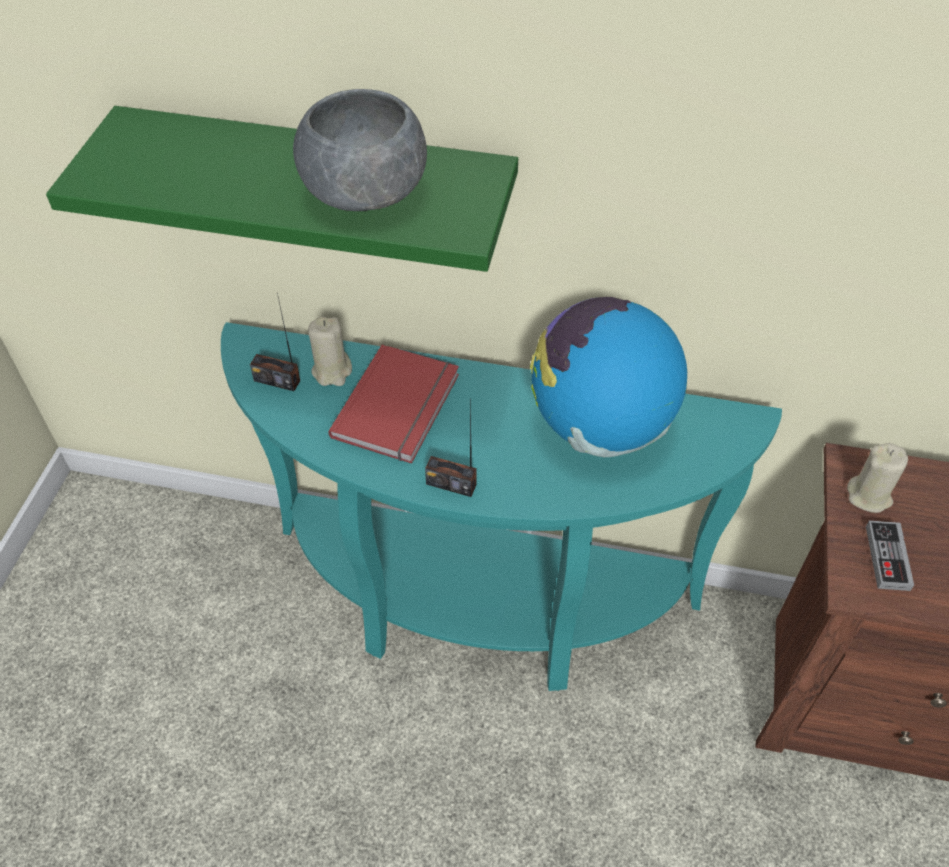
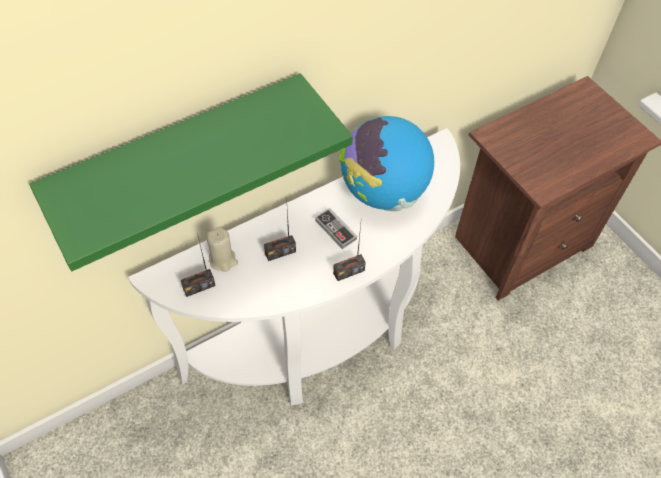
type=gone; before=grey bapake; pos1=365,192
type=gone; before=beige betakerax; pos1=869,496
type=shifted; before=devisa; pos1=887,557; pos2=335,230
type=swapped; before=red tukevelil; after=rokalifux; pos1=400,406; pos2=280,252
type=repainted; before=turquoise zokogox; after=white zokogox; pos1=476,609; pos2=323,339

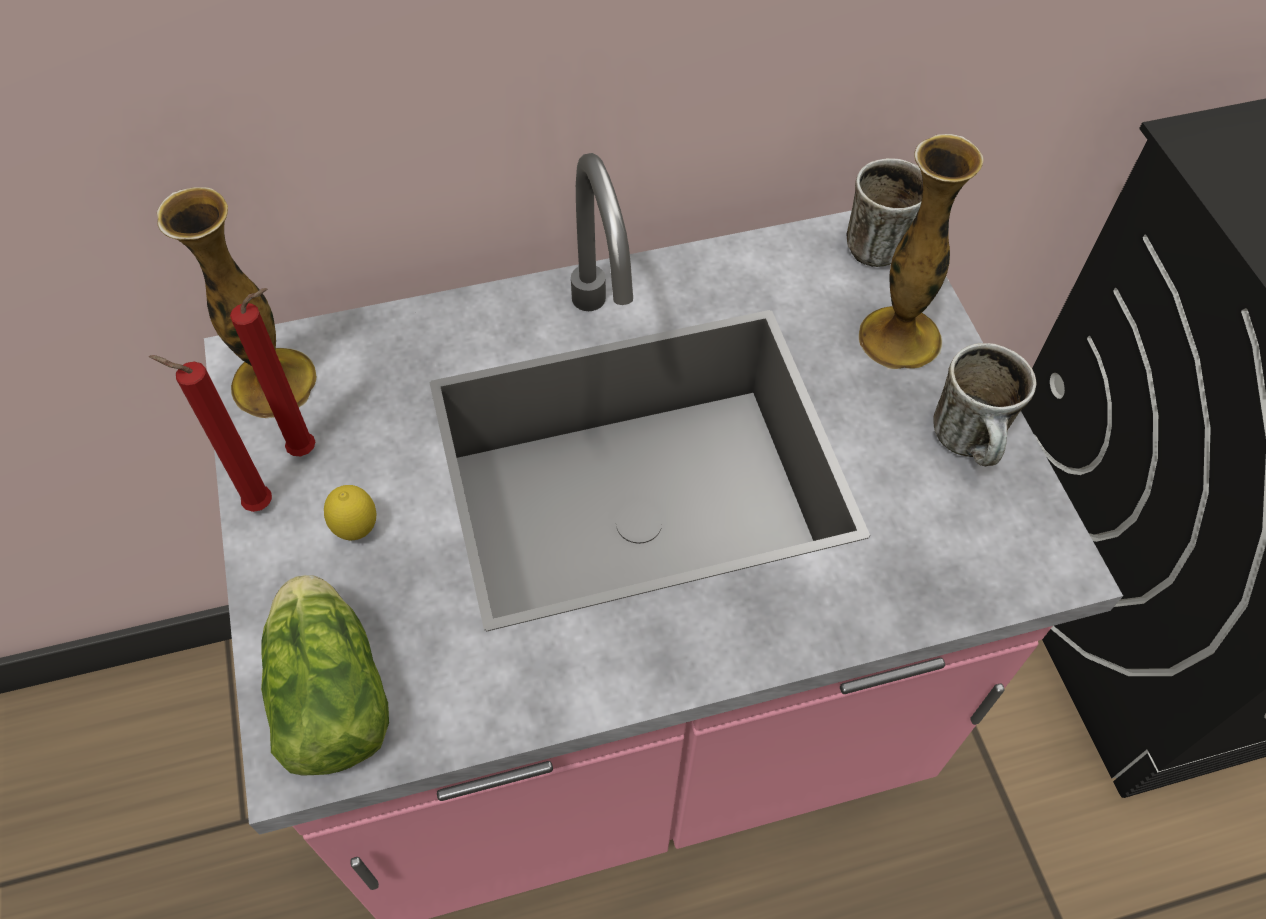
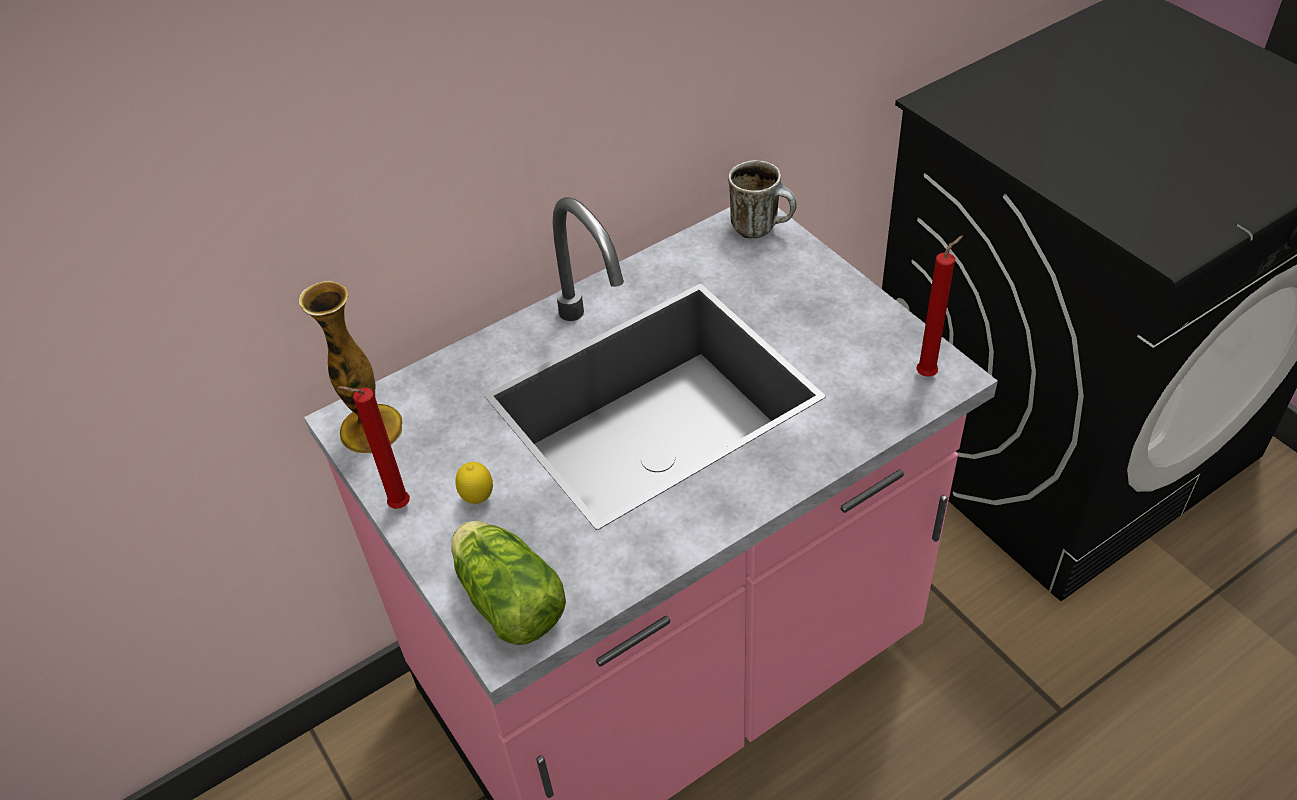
type=gone; before=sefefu; pos1=899,338
type=gone; before=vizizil; pos1=971,445
type=shifted; before=red betakerax; pos1=308,450; pos2=929,373

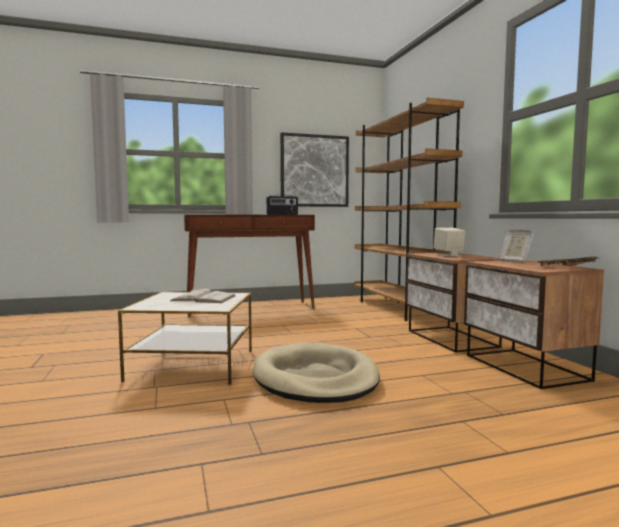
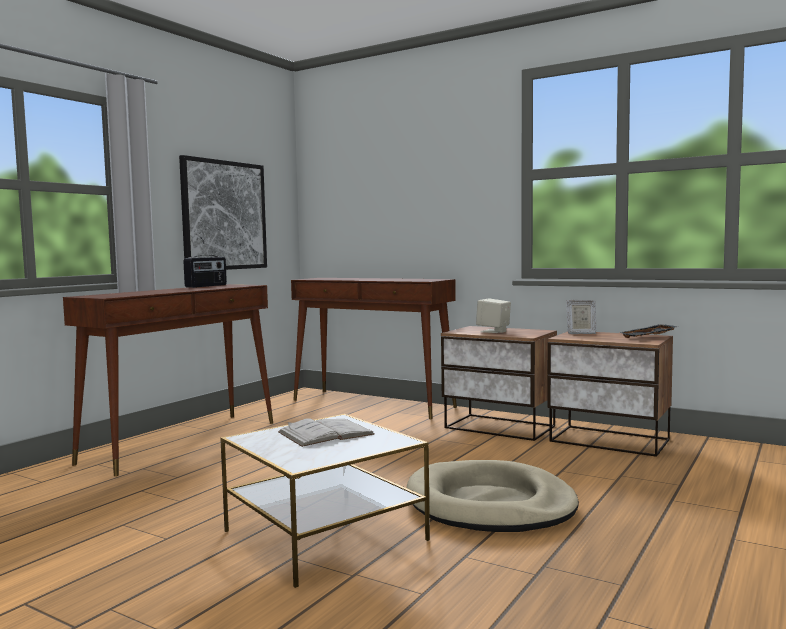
type=swapped; before=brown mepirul; after=brown zokogox; pos1=398,309; pos2=373,404

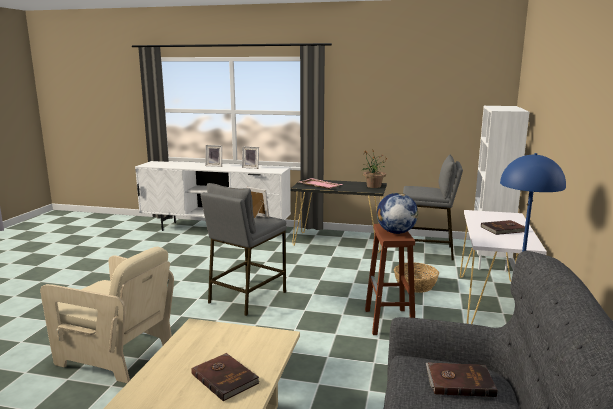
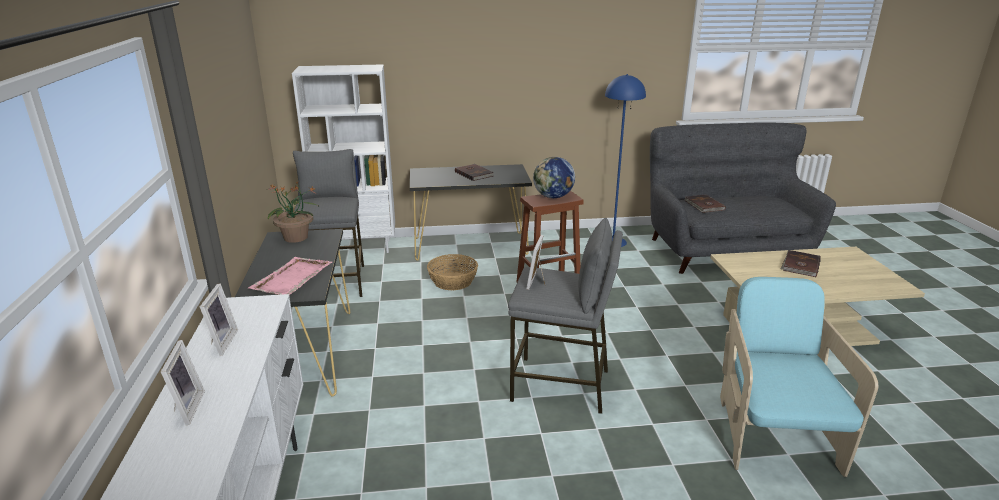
type=repainted; before=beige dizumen; after=turquoise dizumen; pos1=117,355; pos2=773,435
type=repainted; before=white zokogox; after=black zokogox; pos1=492,302; pos2=471,246

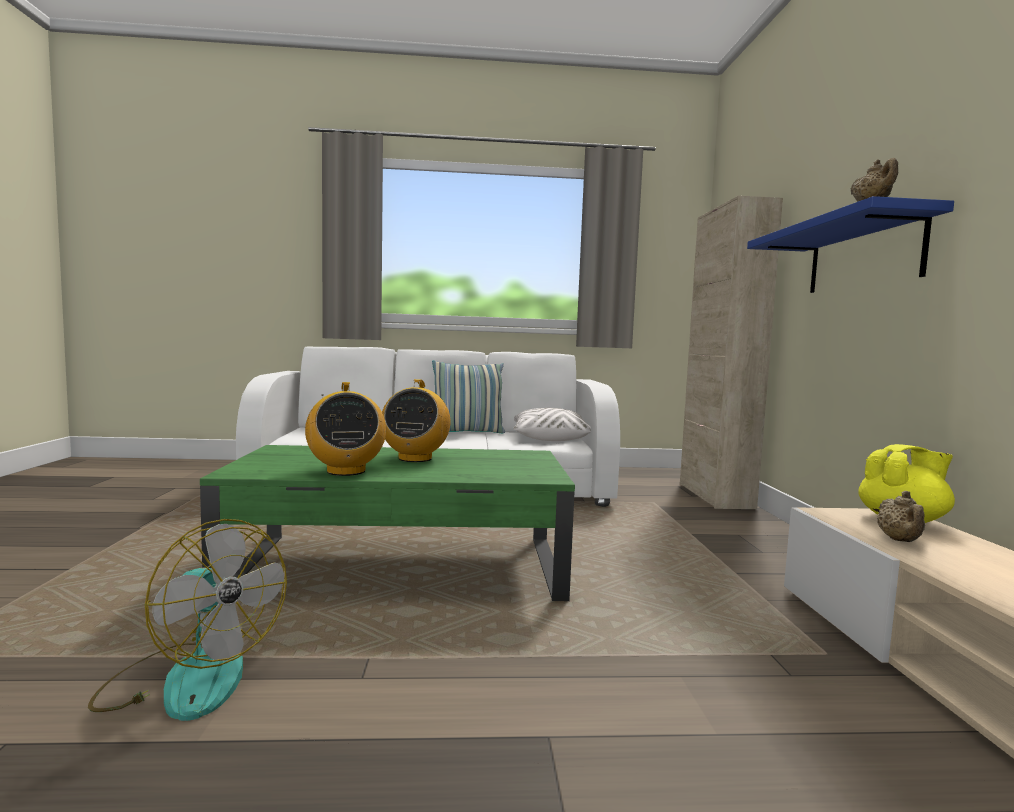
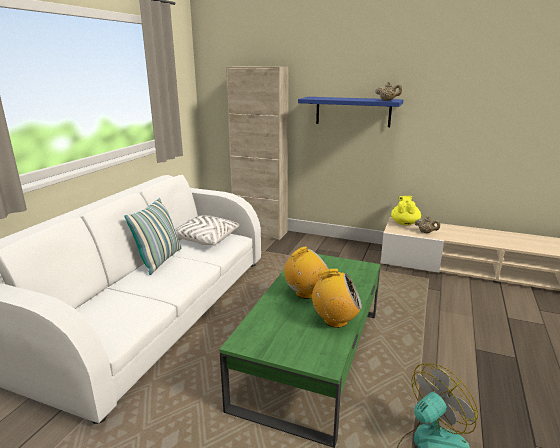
type=rotated; before=rokalifux; pos1=415,458; pos2=306,293; turn=-60

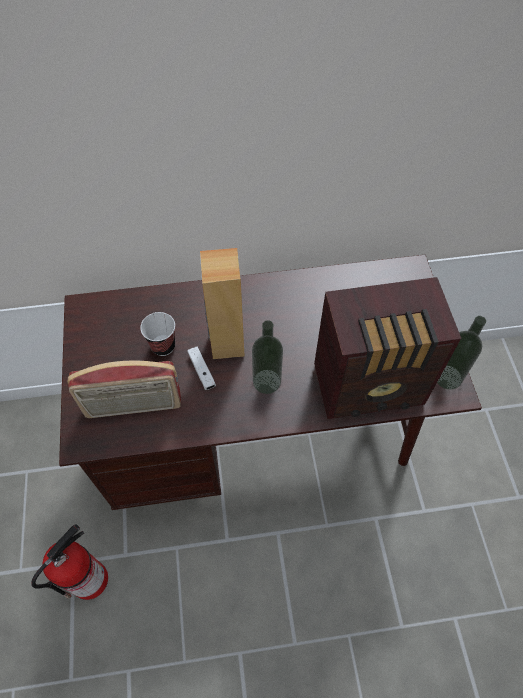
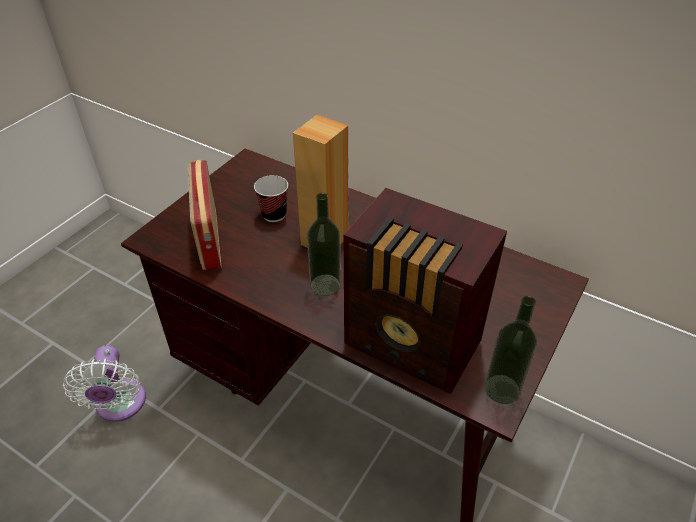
type=gone; before=white devisa; pos1=202,371
type=swapped; before=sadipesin; after=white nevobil; pos1=90,578; pos2=120,405
type=rotated; before=rokalifux; pos1=133,406; pos2=208,239; turn=45

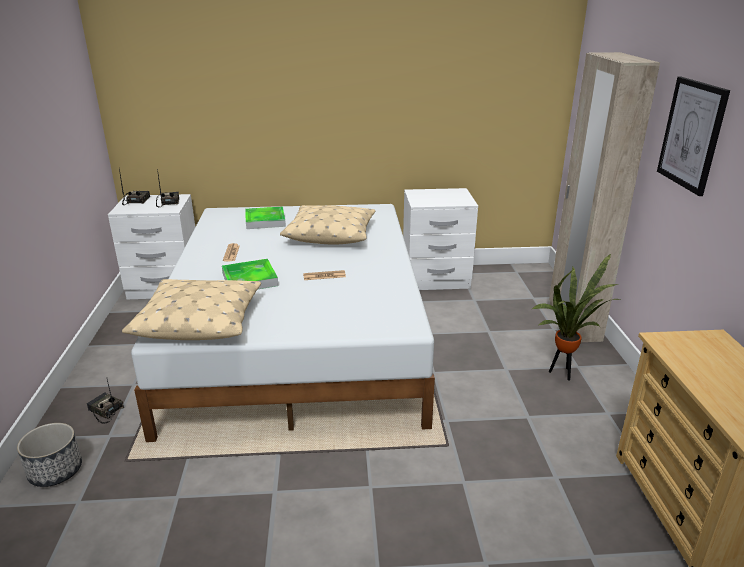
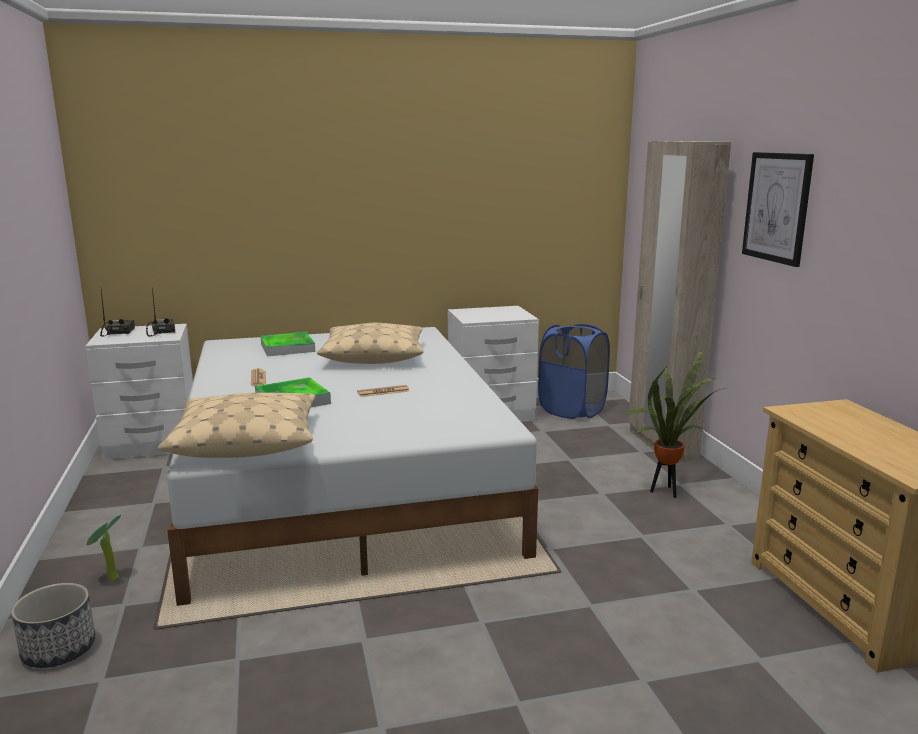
type=new; after=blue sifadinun; pos2=572,410
type=swapped; before=rokalifux; after=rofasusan; pos1=105,411; pos2=109,579

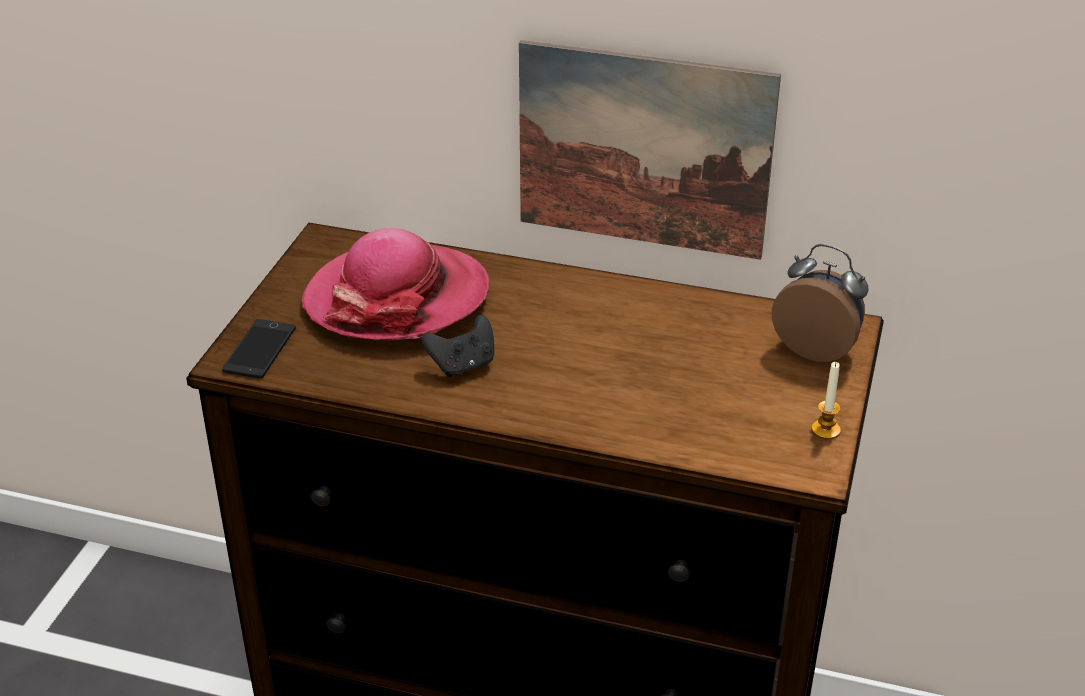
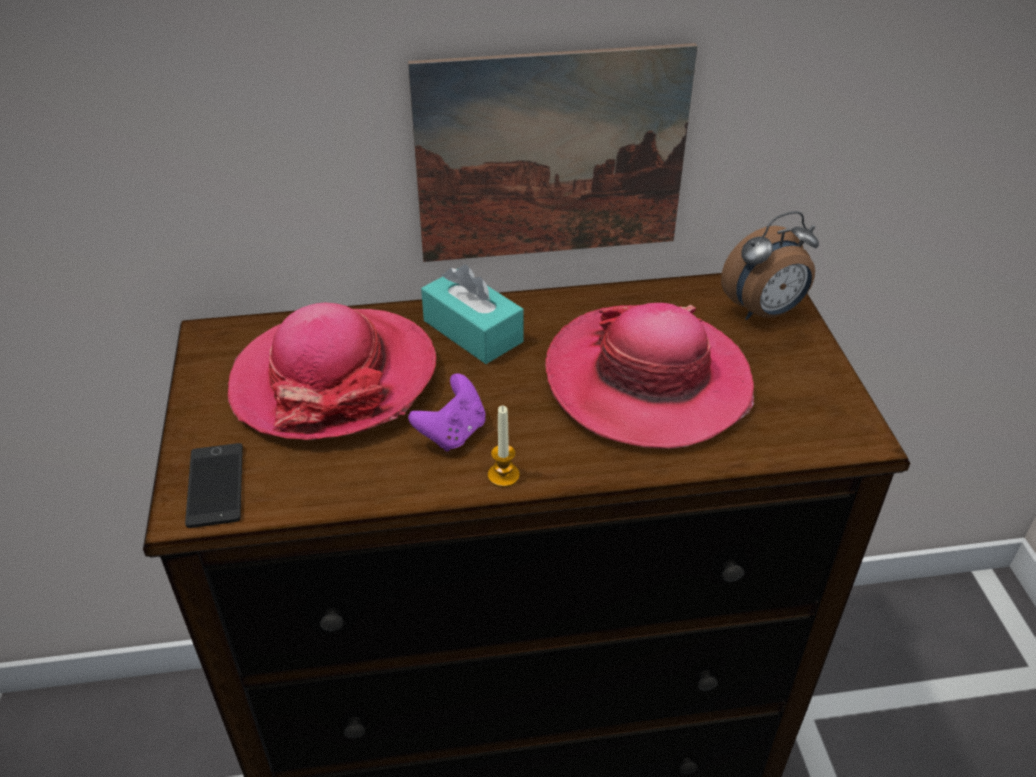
type=new; after=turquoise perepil; pos2=473,331
type=new; after=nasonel; pos2=648,381
type=shifted; before=betakerax; pos1=825,430; pos2=503,475
type=repainted; before=black devisa; after=purple devisa; pos1=463,365; pos2=452,433
type=rotated; before=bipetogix; pos1=817,348; pos2=764,312; turn=150

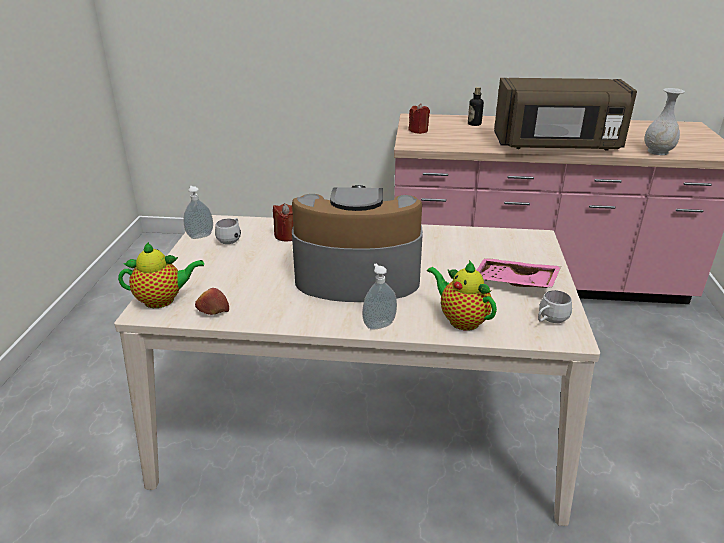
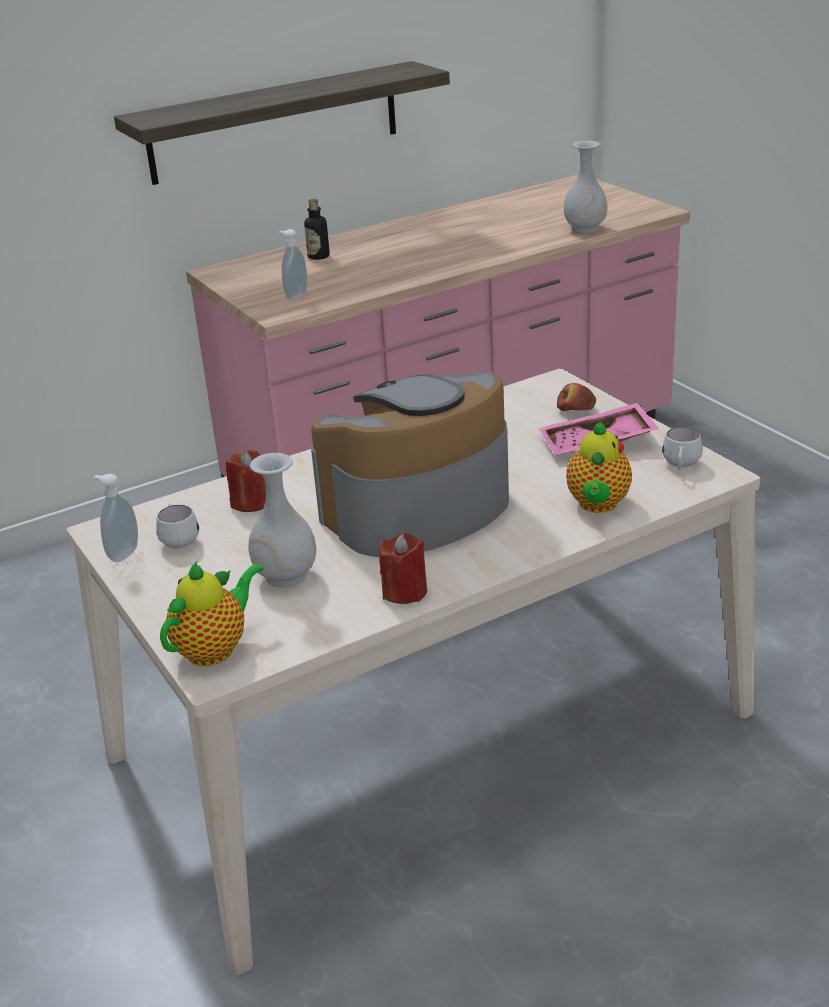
type=gone; before=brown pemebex; pos1=557,145
type=new; after=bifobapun; pos2=275,122
type=new; after=white sefefu; pos2=286,576
type=shifted; before=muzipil; pos1=212,310; pos2=576,409
type=shifted; before=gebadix; pos1=378,324; pos2=295,295
type=shifted; before=red betakerax; pos1=418,131; pos2=405,592
type=rotated; before=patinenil; pos1=461,320; pos2=597,505; turn=-90

